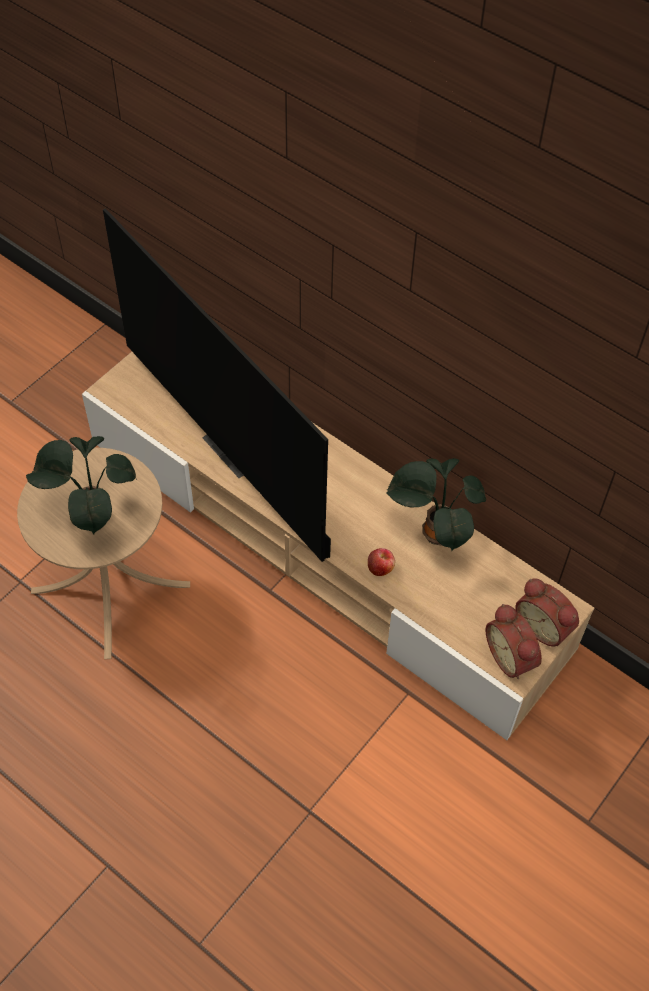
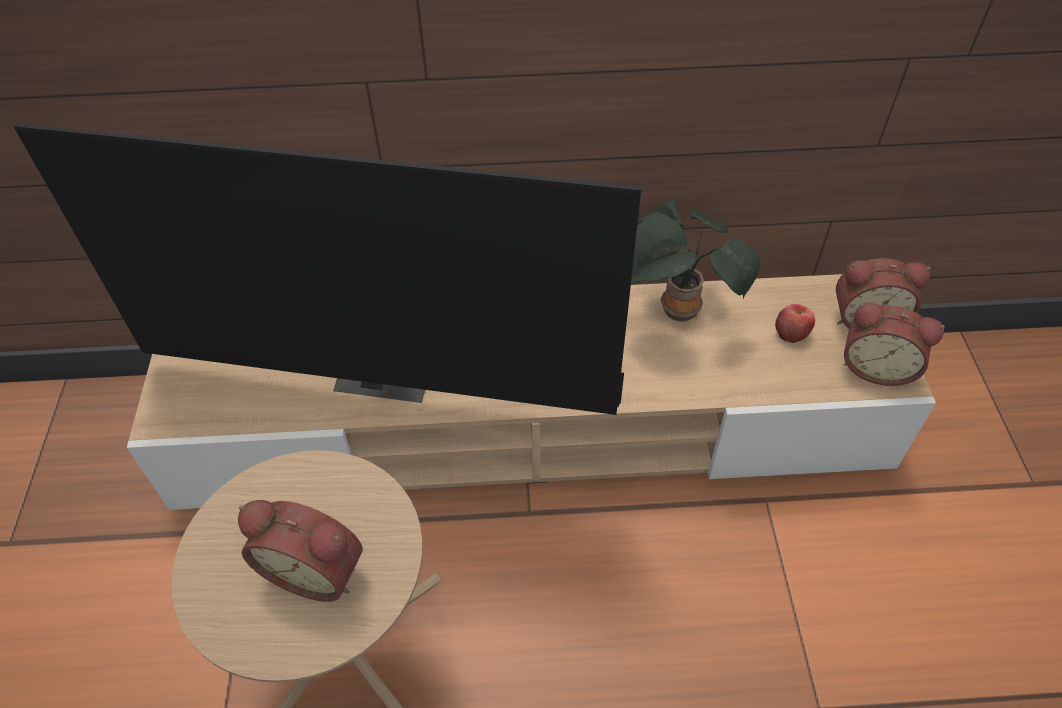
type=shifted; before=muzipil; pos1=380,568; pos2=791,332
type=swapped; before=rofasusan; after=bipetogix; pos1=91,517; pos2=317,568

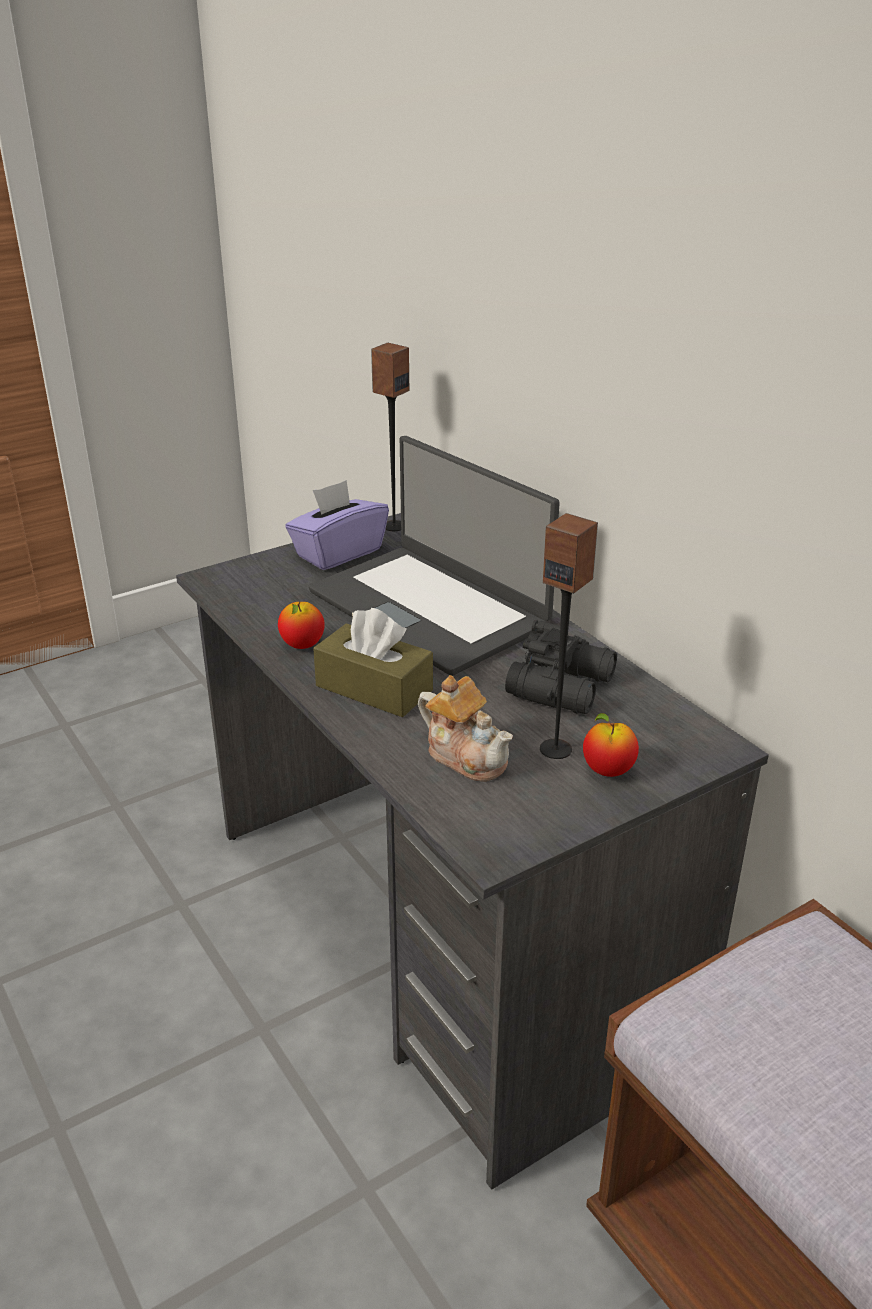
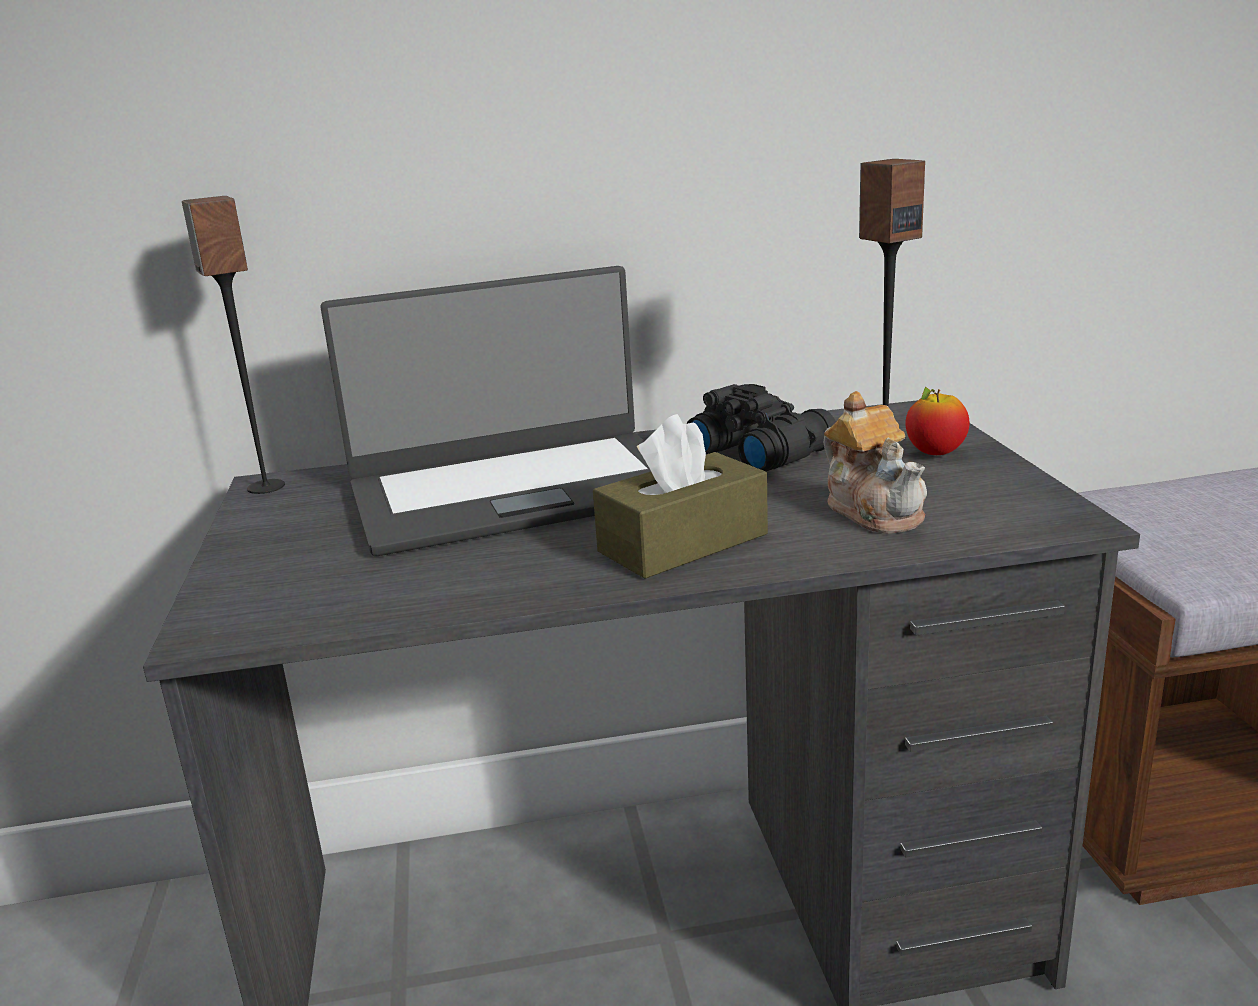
type=gone; before=muzipil; pos1=302,645
type=gone; before=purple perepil; pos1=338,553
type=rotated; before=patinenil; pos1=466,756; pos2=874,510; turn=90

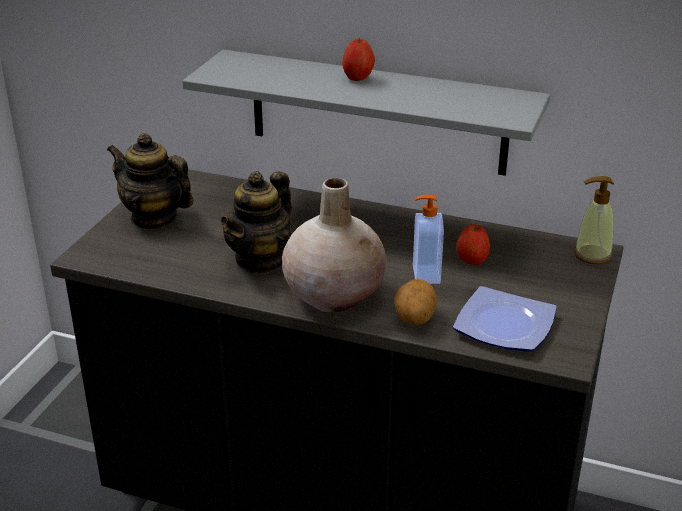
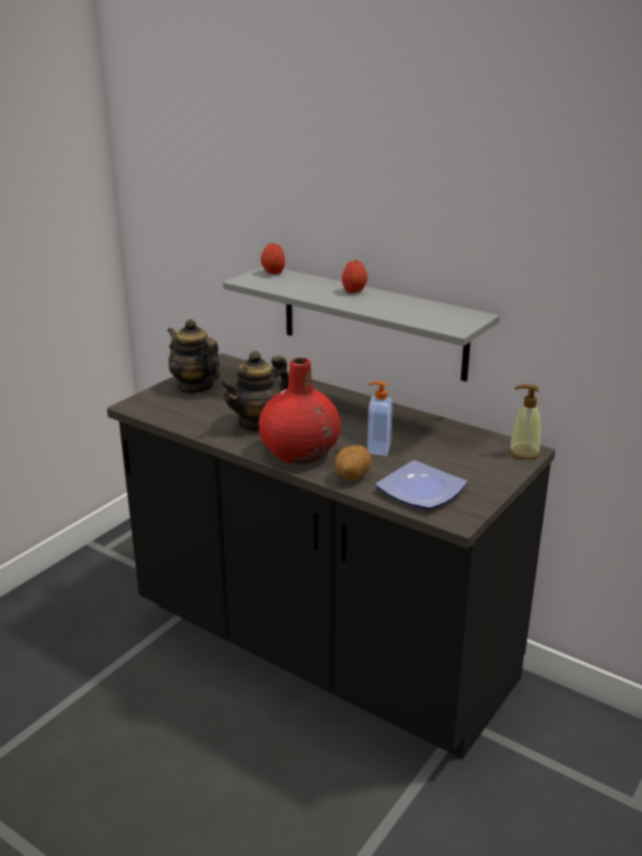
type=shifted; before=muzipil; pos1=471,261; pos2=273,273
type=repainted; before=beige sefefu; after=red sefefu; pos1=334,295; pos2=300,453

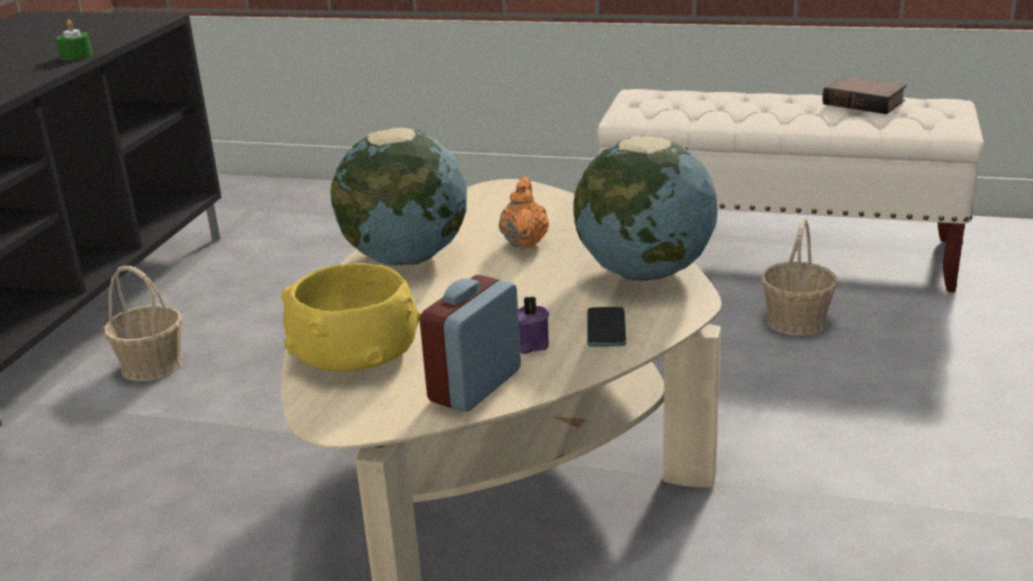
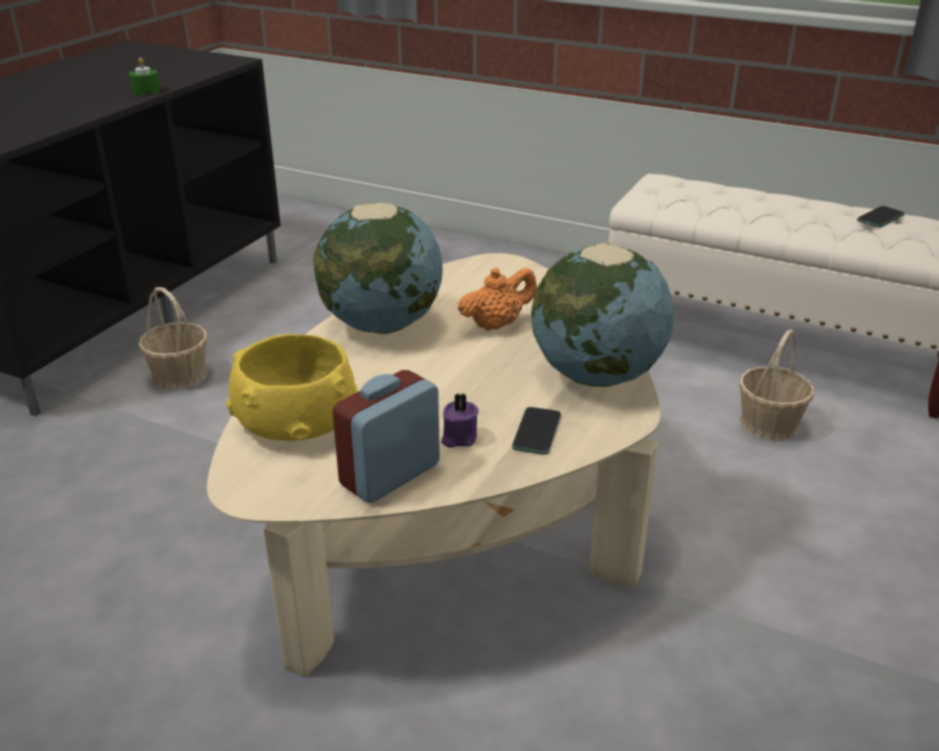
type=swapped; before=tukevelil; after=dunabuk; pos1=865,102; pos2=880,218
type=rotated; before=orange patinenil; pos1=525,242; pos2=496,324; turn=45

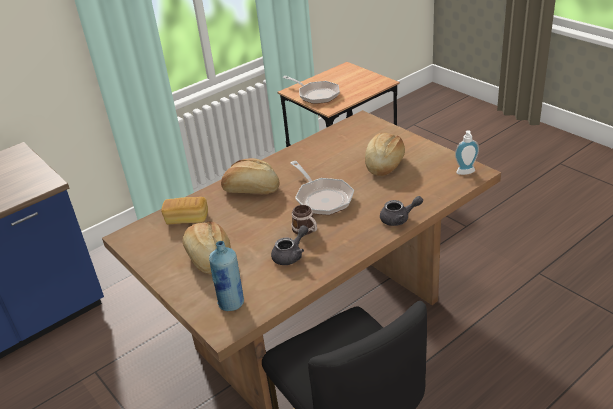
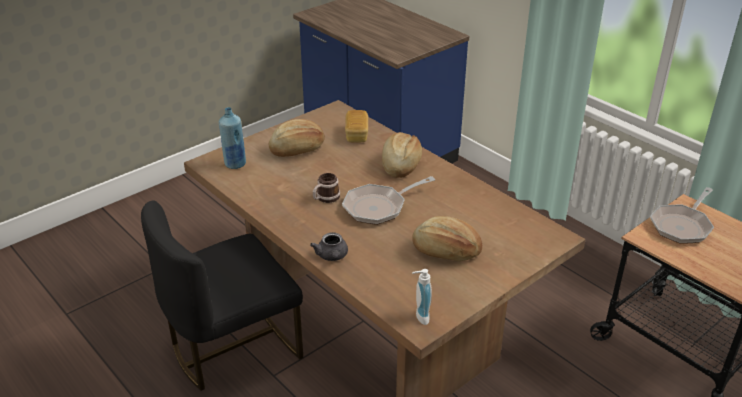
type=gone; before=grey patinenil; pos1=291,255

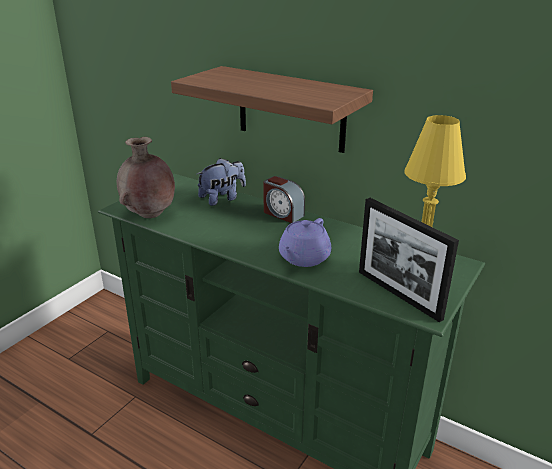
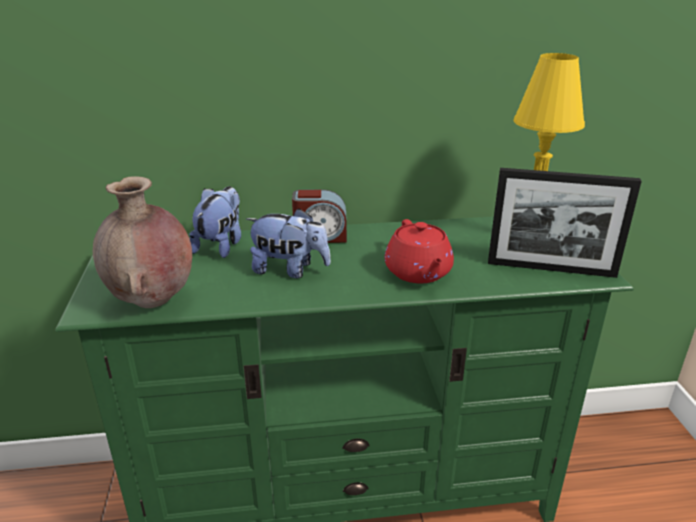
type=gone; before=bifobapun; pos1=291,109
type=new; after=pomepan; pos2=289,270
type=repainted; before=purple patinenil; after=red patinenil; pos1=303,258; pos2=418,273

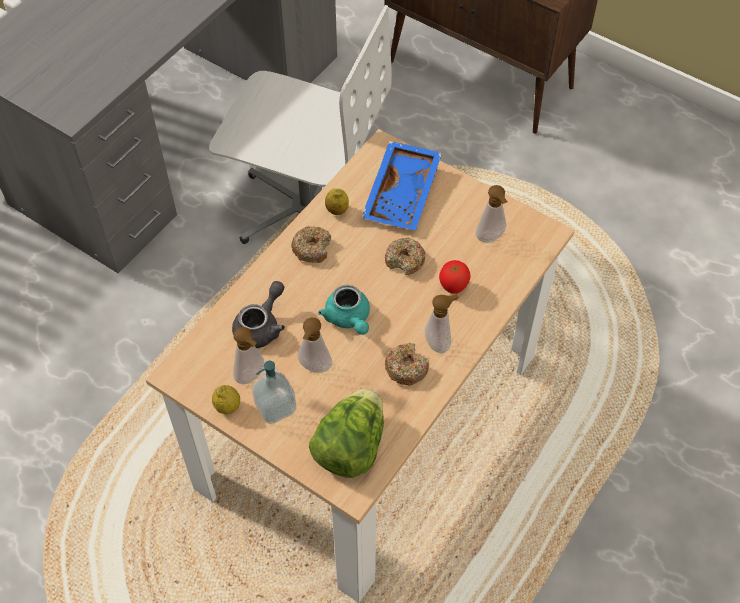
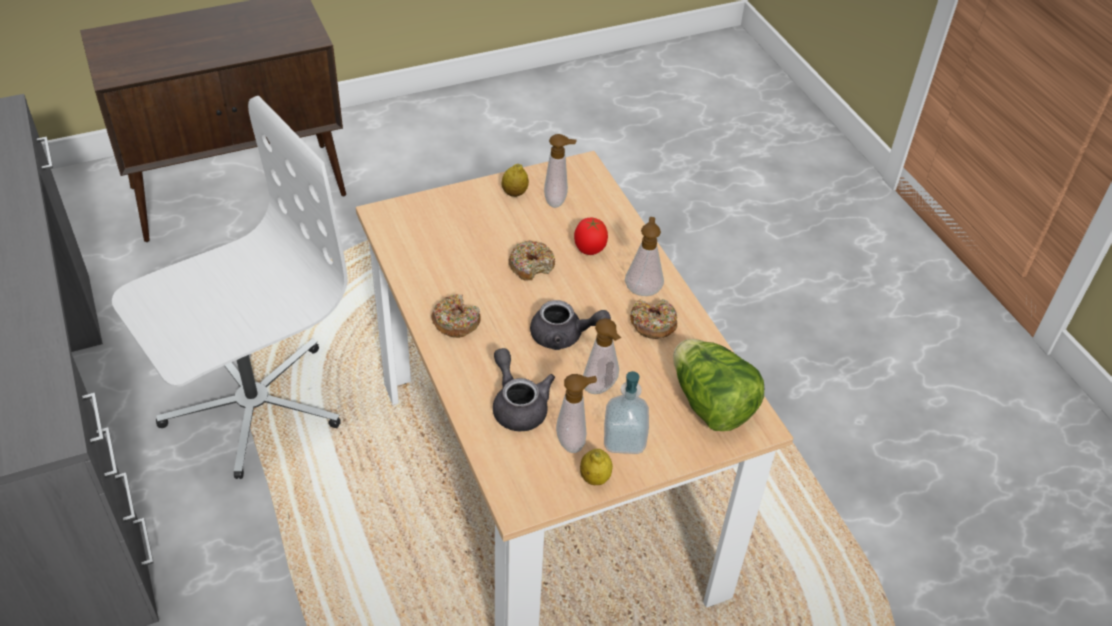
type=gone; before=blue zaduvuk; pos1=403,194
type=shifted; before=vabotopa; pos1=337,210; pos2=514,193
type=repainted; before=turquoise patinenil; after=grey patinenil; pos1=348,318; pos2=564,336

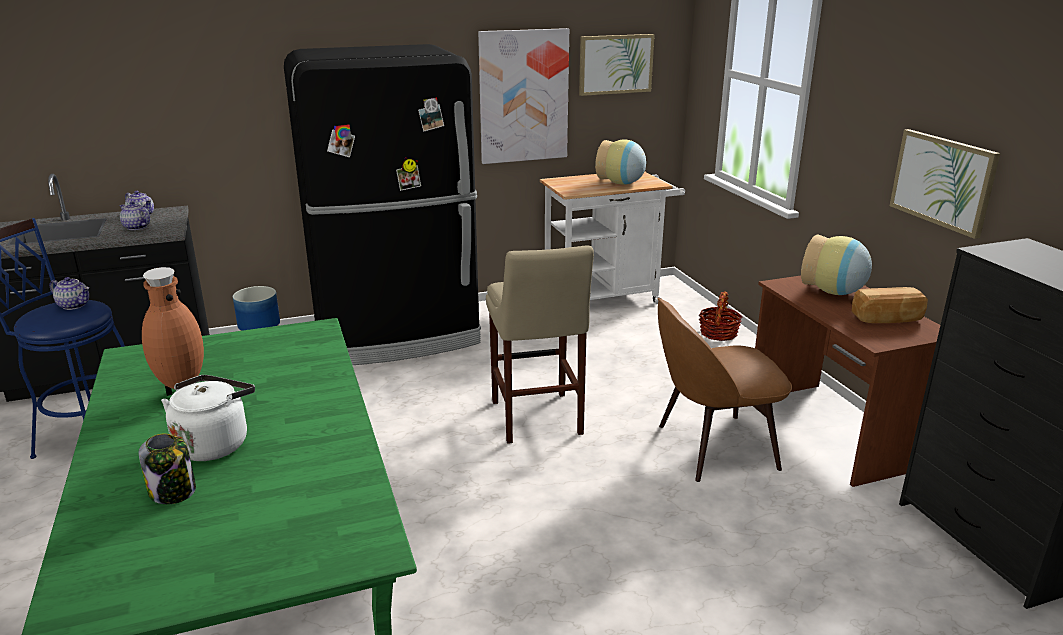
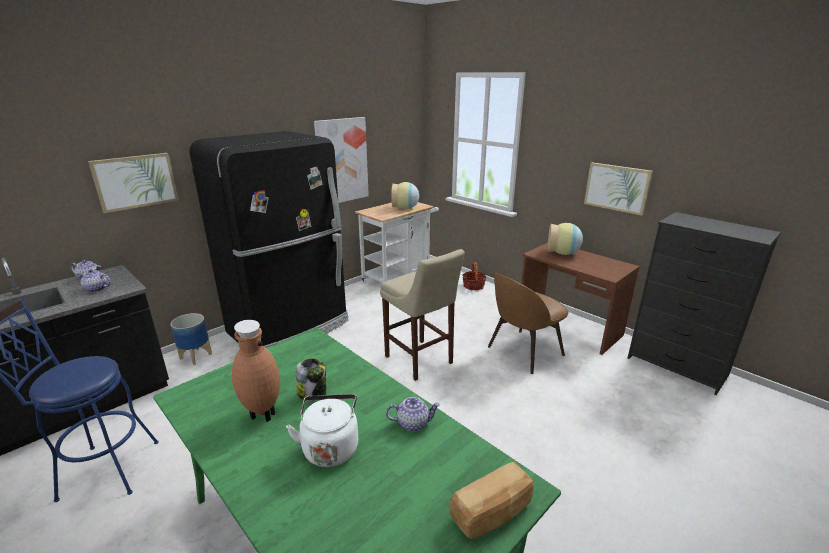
type=shifted; before=patinenil; pos1=74,305; pos2=413,423
type=shifted; before=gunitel; pos1=173,492; pos2=312,393
type=shifted; before=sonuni; pos1=615,64; pos2=135,181
type=shifted; before=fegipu; pos1=887,319; pos2=492,513

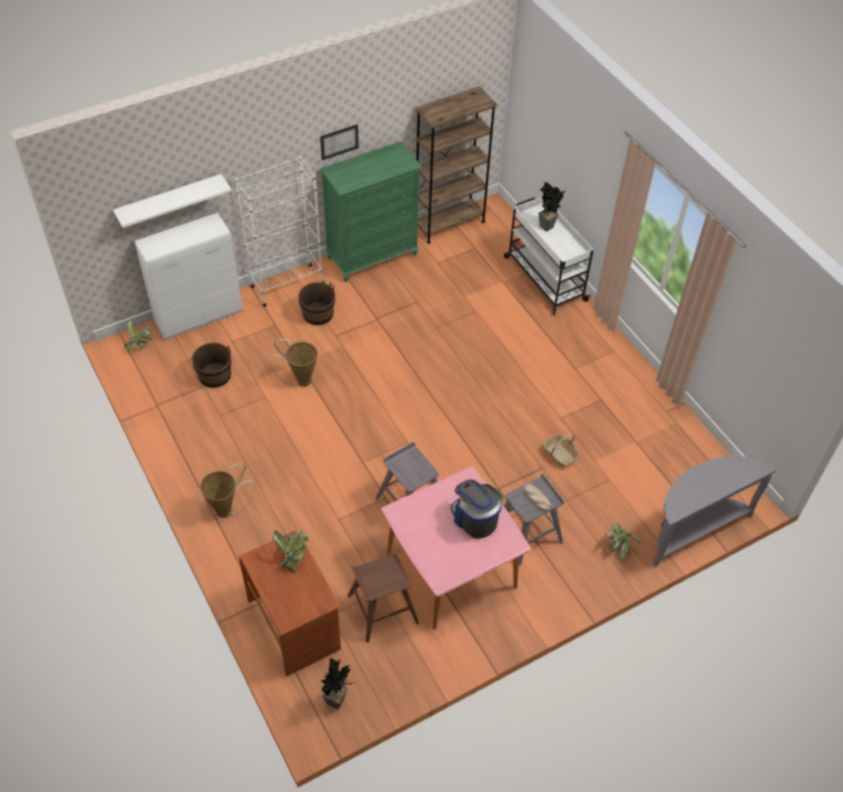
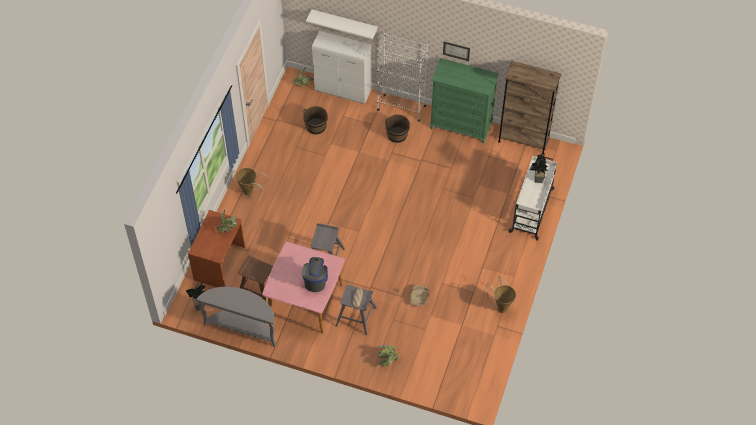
type=shifted; before=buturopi; pos1=300,380; pos2=501,306
type=shifted; before=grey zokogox; pos1=693,528; pos2=243,327

